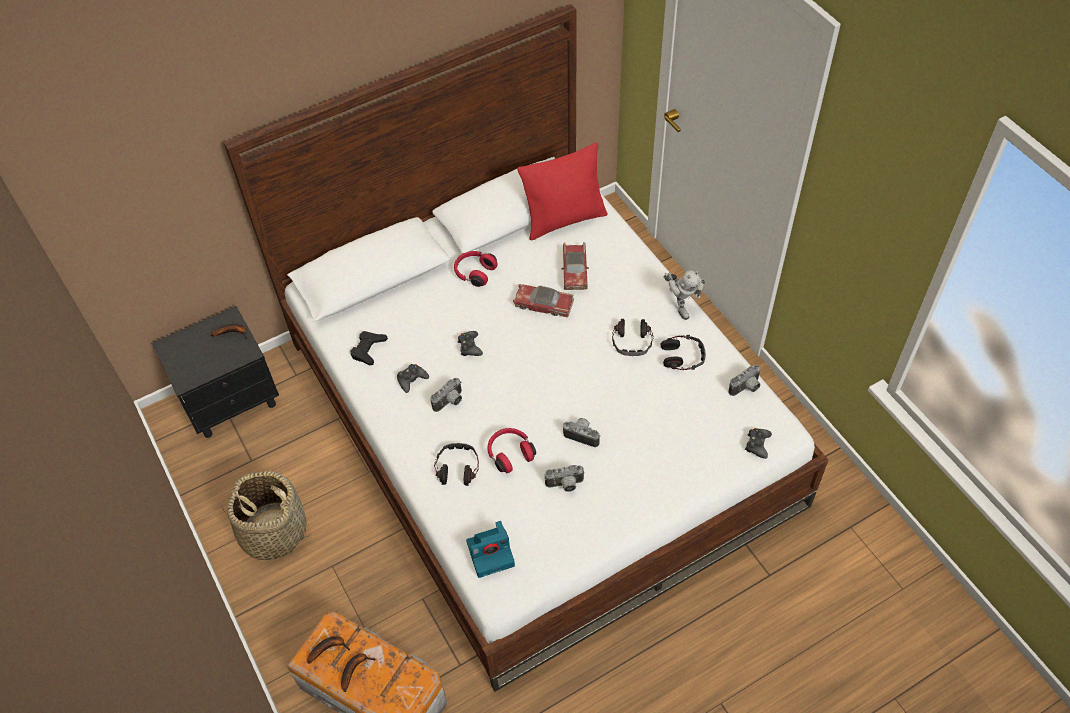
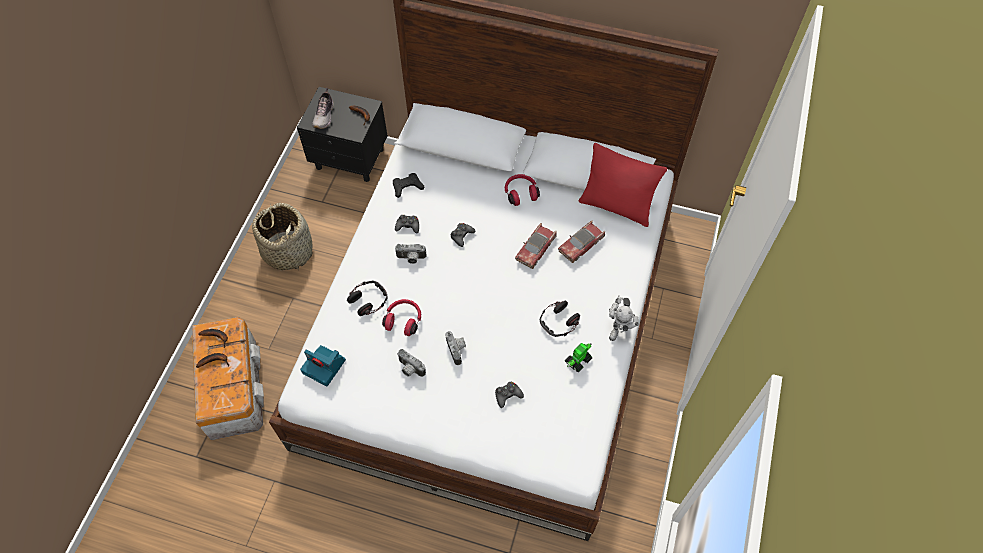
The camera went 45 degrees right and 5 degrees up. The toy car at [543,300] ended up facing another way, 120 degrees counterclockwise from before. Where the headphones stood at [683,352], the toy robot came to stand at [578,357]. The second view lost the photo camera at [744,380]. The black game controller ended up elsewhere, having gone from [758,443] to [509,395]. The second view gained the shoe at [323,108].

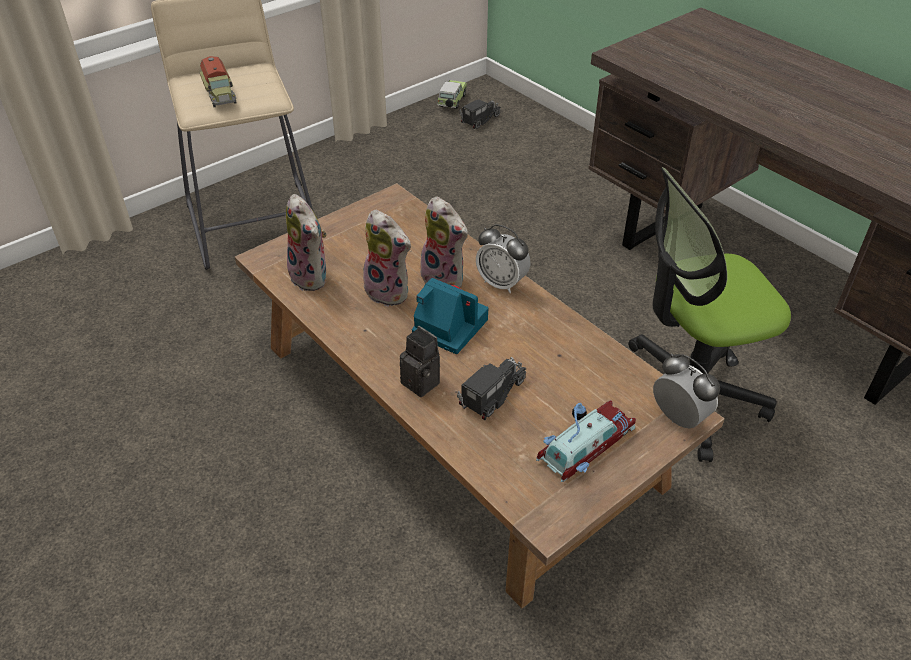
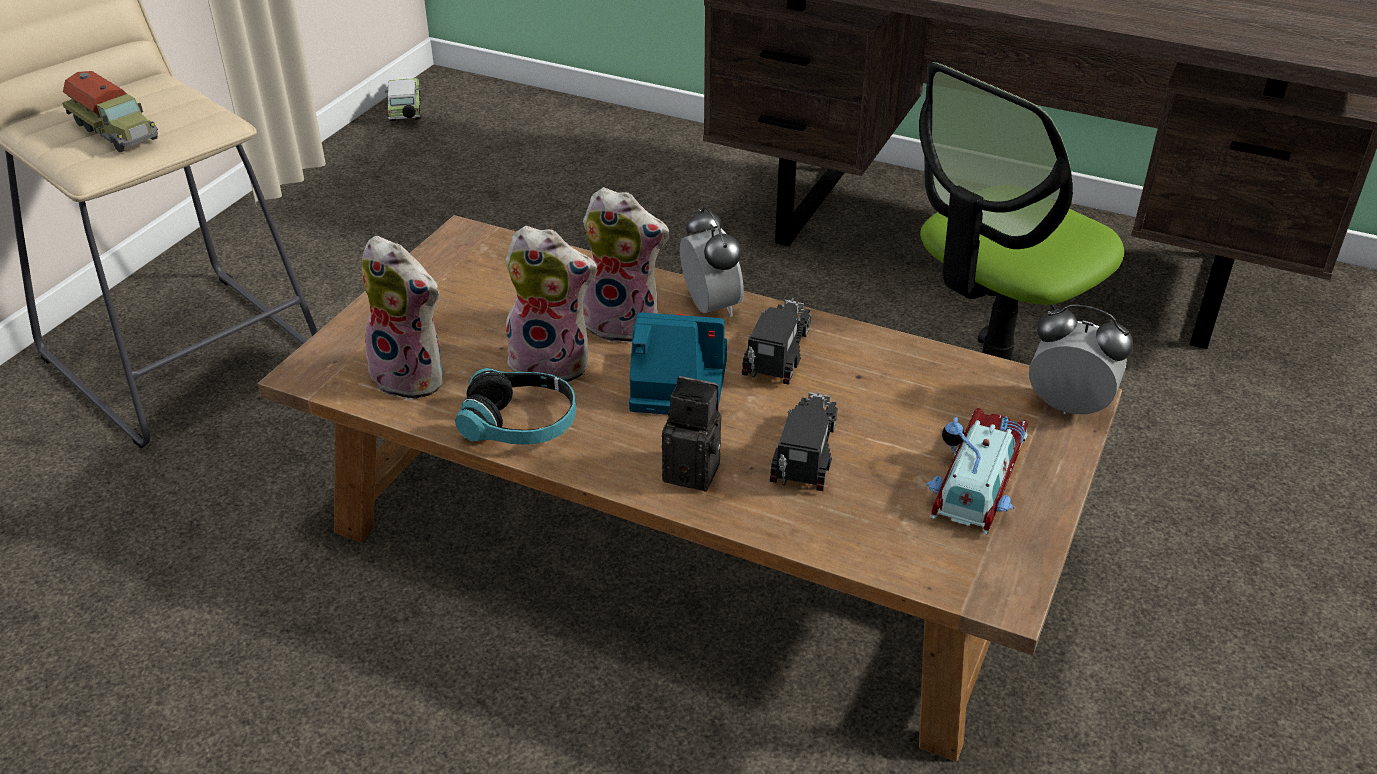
The camera went 25 degrees left and 5 degrees down. The toy truck ended up elsewhere, having gone from [480,114] to [777,341]. The alarm clock at [503,258] ended up facing another way, 120 degrees counterclockwise from before. The second view gained the headphones at [515,406].

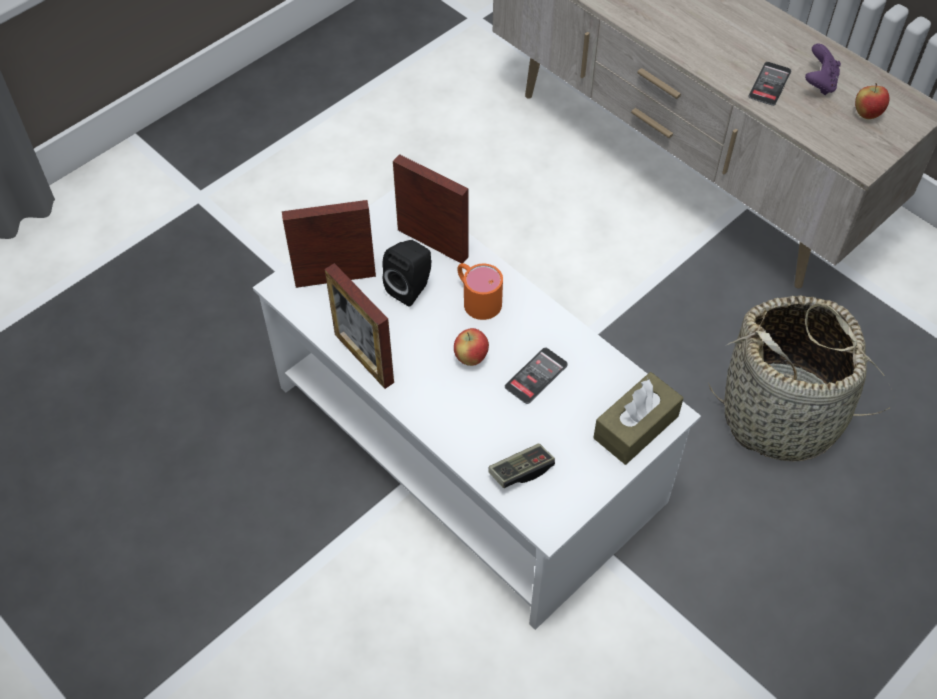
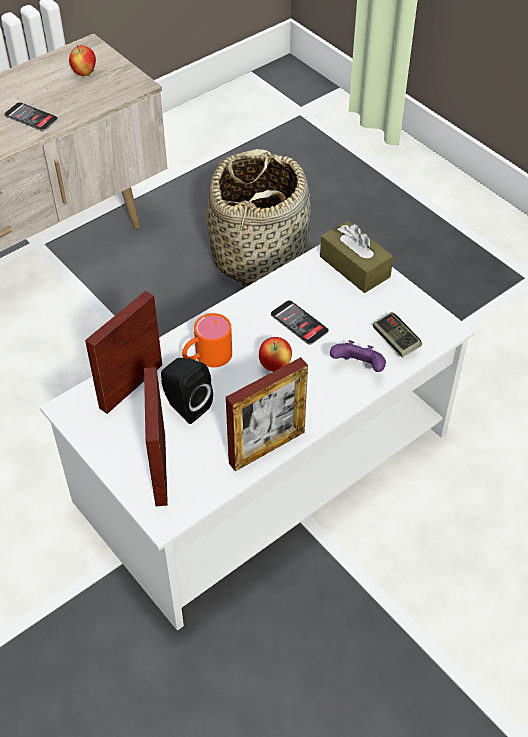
The camera went 85 degrees left and 5 degrees down. The purple game controller ended up elsewhere, having gone from [823,69] to [358,356].

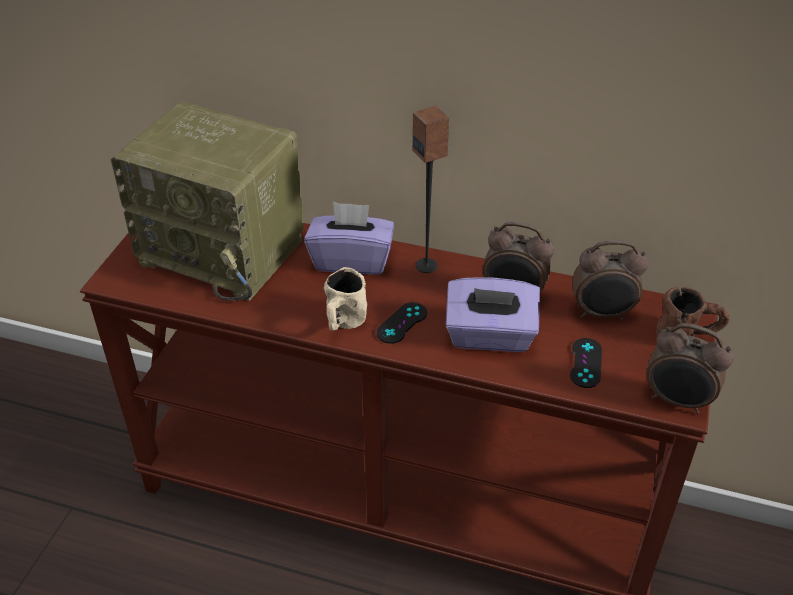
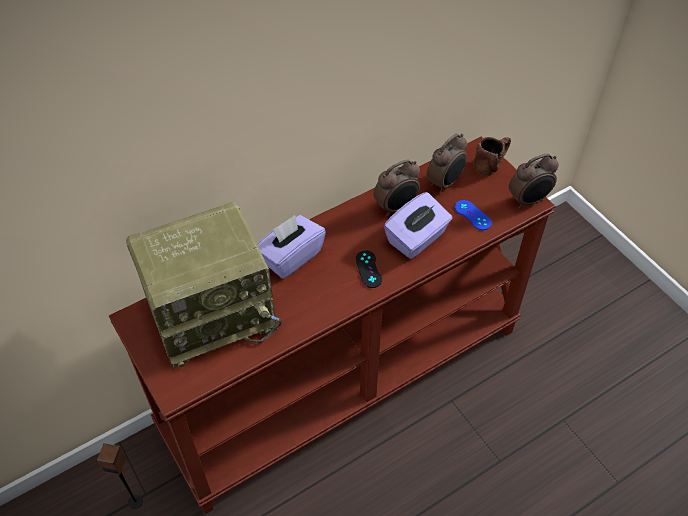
The camera went 50 degrees left and 10 degrees up. The second view lost the beige mug at [345,298]. The speaker ended up elsewhere, having gone from [431,189] to [120,476]. What was the black game controller at [586,363] turned into the blue game controller at [473,215].

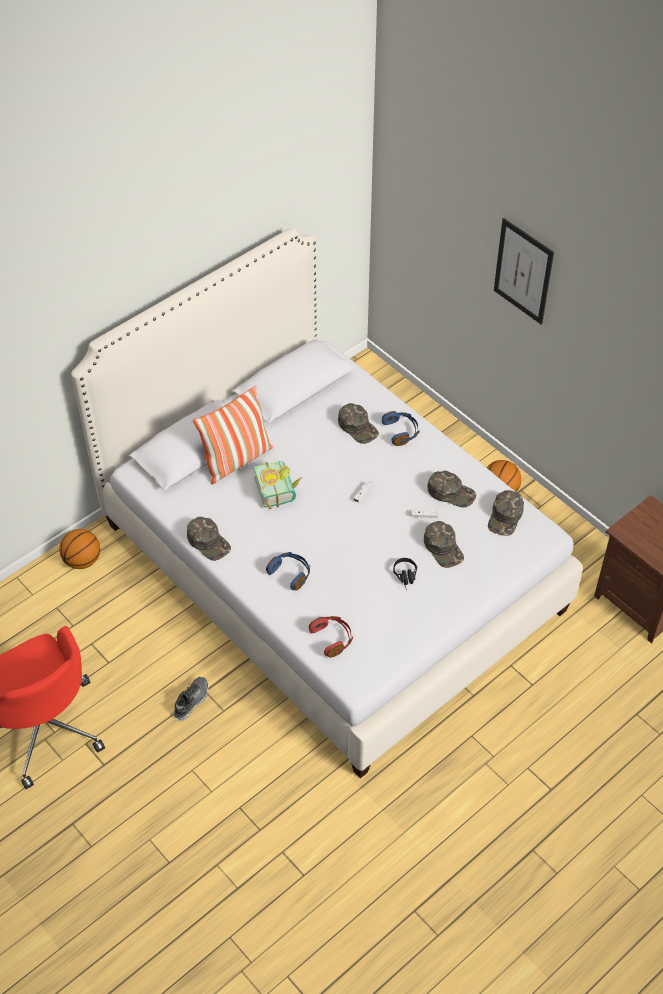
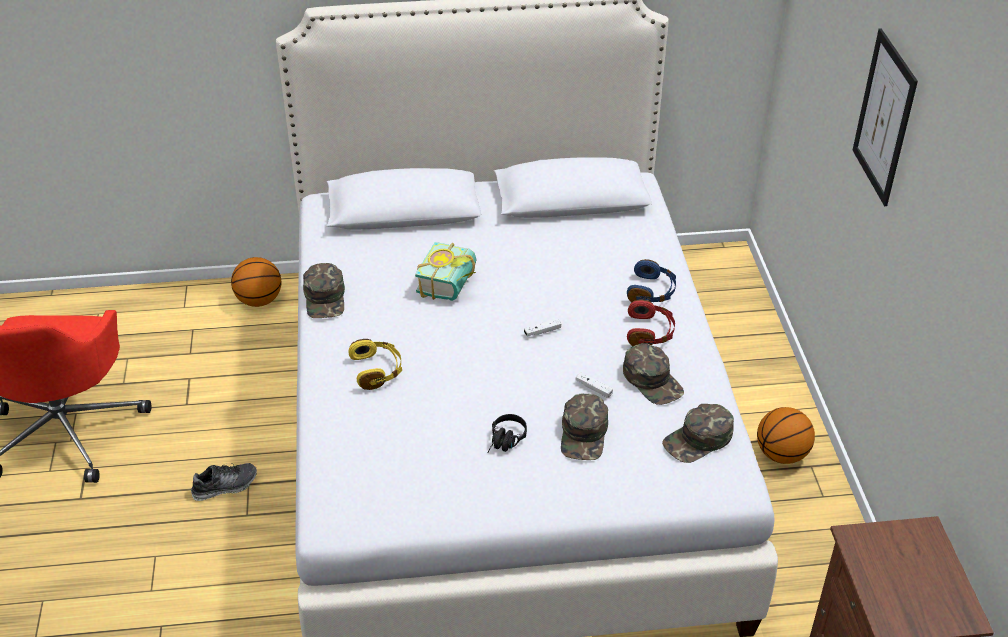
The camera went 35 degrees right and 10 degrees down. The second view lost the pillow at [233,435]. What was the blue headphones at [288,571] turned into the yellow headphones at [375,364]. The red headphones ended up elsewhere, having gone from [331,637] to [651,322]. The second view lost the green cap at [358,423].

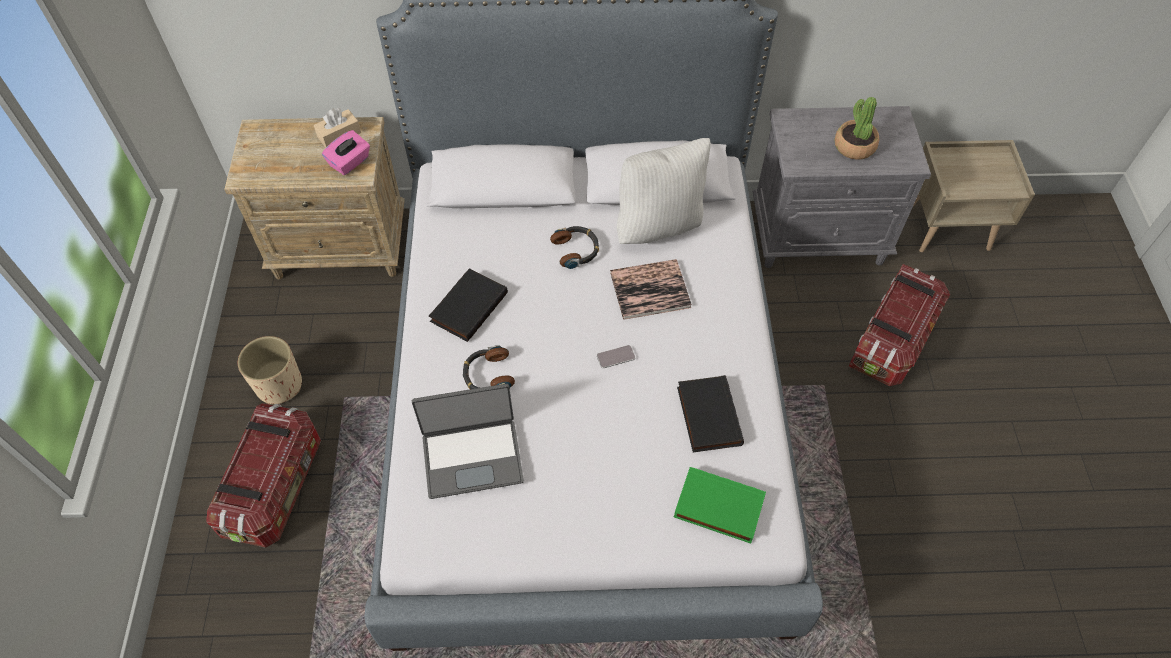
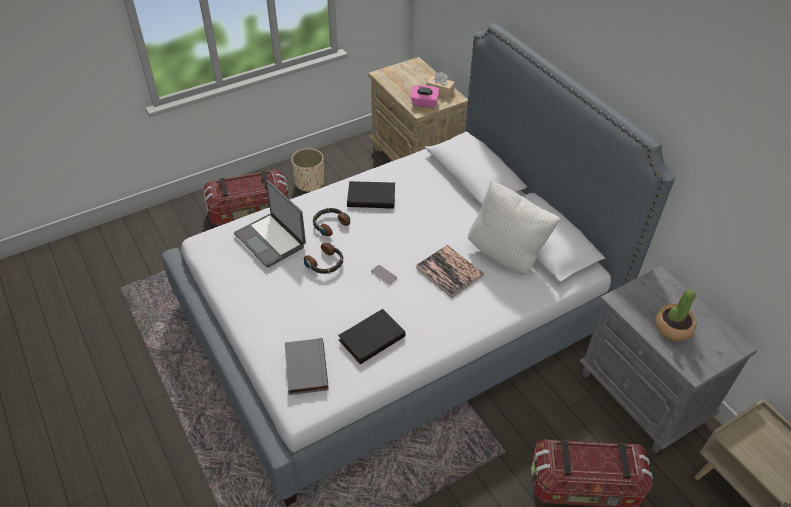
The camera went 60 degrees right and 10 degrees down. The headphones ended up elsewhere, having gone from [574,247] to [323,258]. What was the green book at [720,505] turned into the grey book at [307,366].

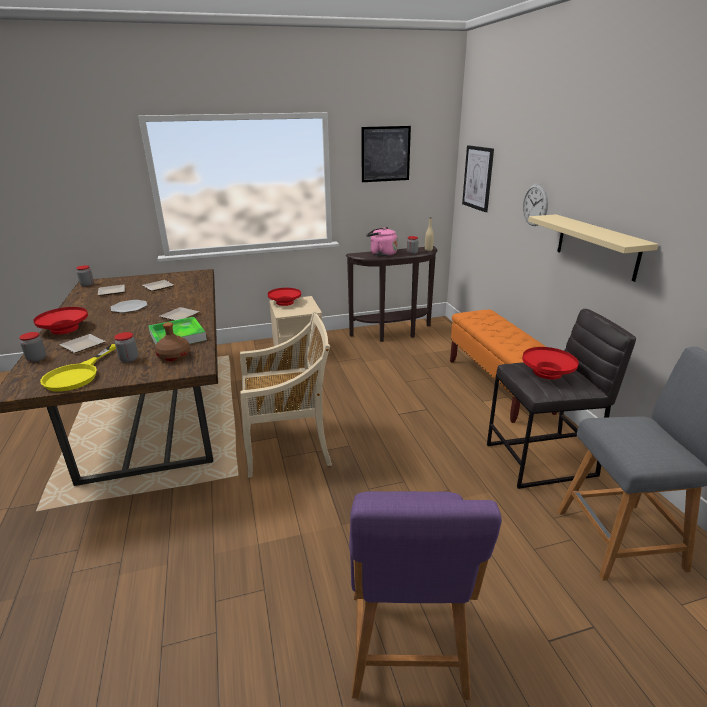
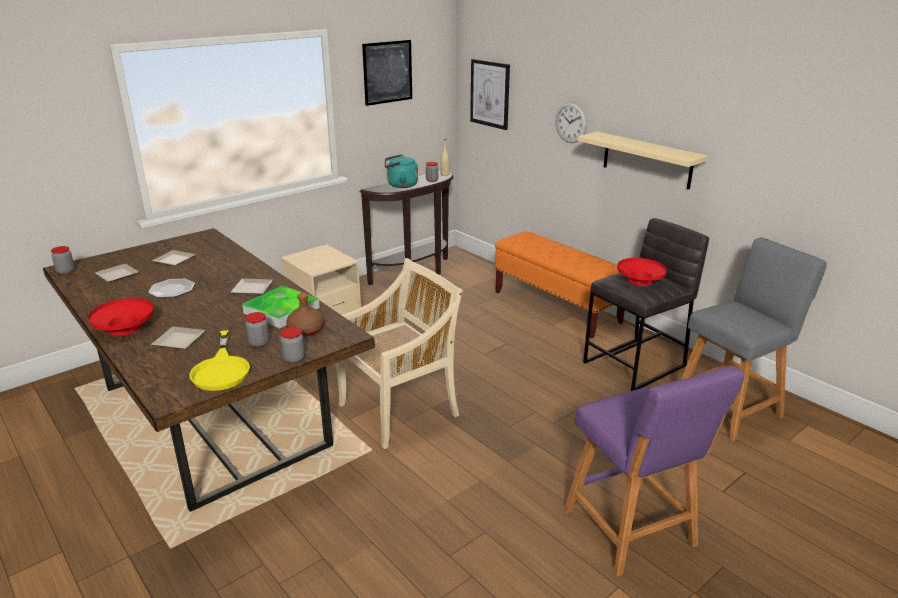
The camera went 25 degrees left and 0 degrees up. The jar ended up elsewhere, having gone from [32,347] to [292,345]. The second view lost the red bowl at [284,297]. What was the pink kettle at [382,241] turned into the turquoise kettle at [401,171].

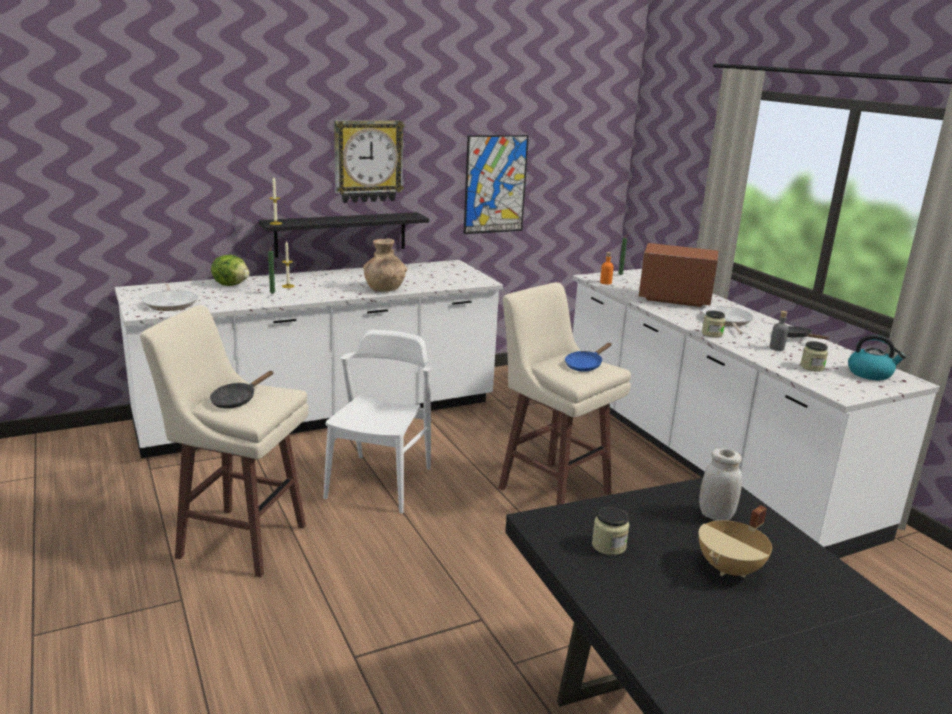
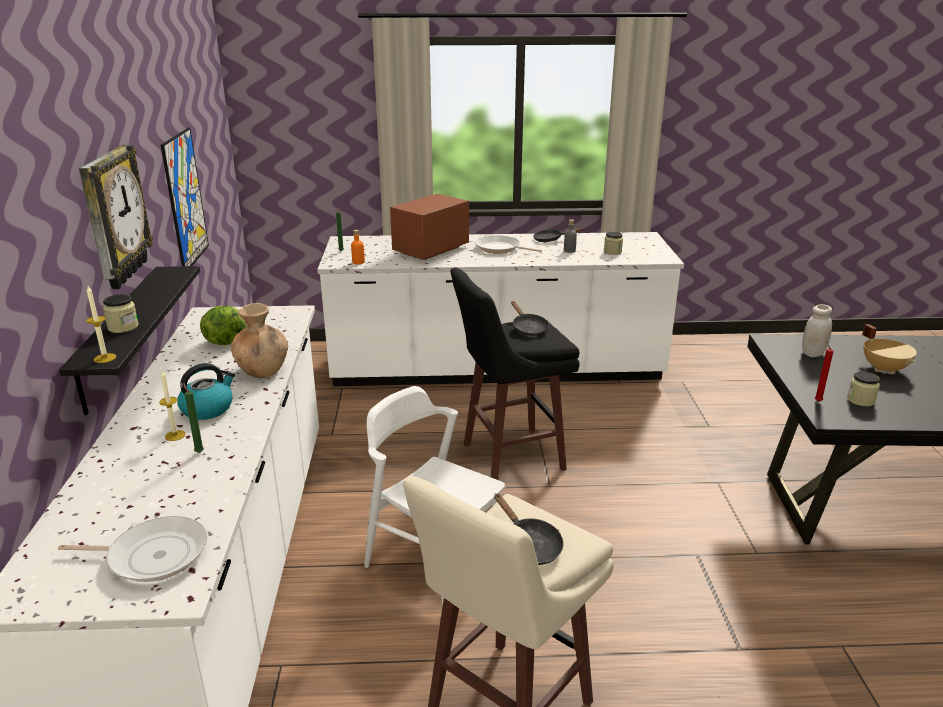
The camera went 65 degrees left and 5 degrees up. The lettuce ended up elsewhere, having gone from [230,270] to [224,325]. What was the beige stool at [564,393] turned into the black stool at [515,373]. What was the blue frying pan at [588,357] turned into the black frying pan at [530,318]. The jar ended up elsewhere, having gone from [714,324] to [121,313]. The kettle ended up elsewhere, having gone from [877,357] to [206,391]. The second view gained the red candle at [824,371].

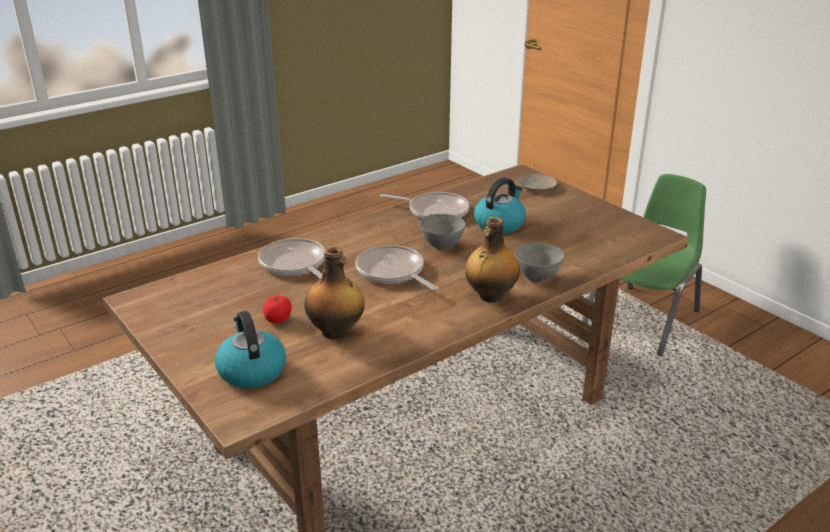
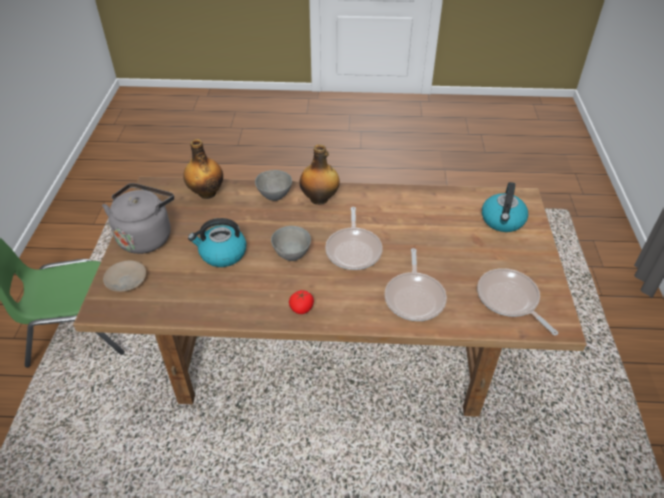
The camera went 140 degrees left and 15 degrees up. The tomato ended up elsewhere, having gone from [277,310] to [301,302]. The bottle ended up elsewhere, having gone from [334,293] to [203,169]. The frying pan ended up elsewhere, having gone from [424,205] to [517,301]. The second view gained the grey kettle at [138,218].

